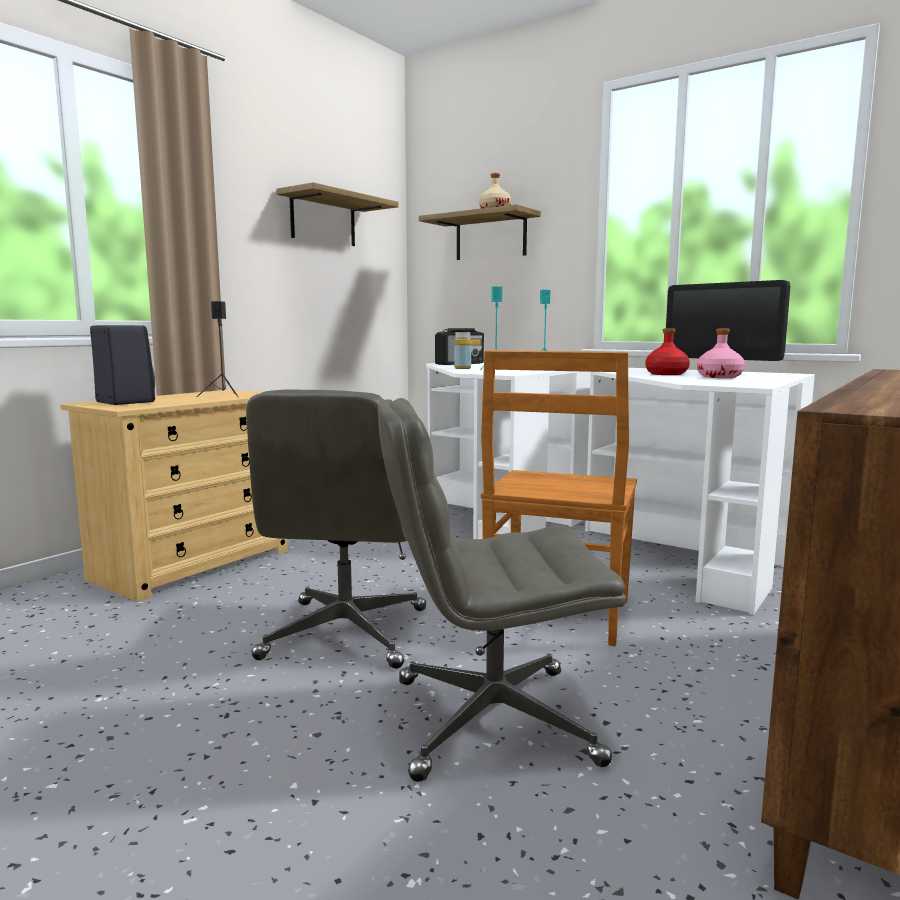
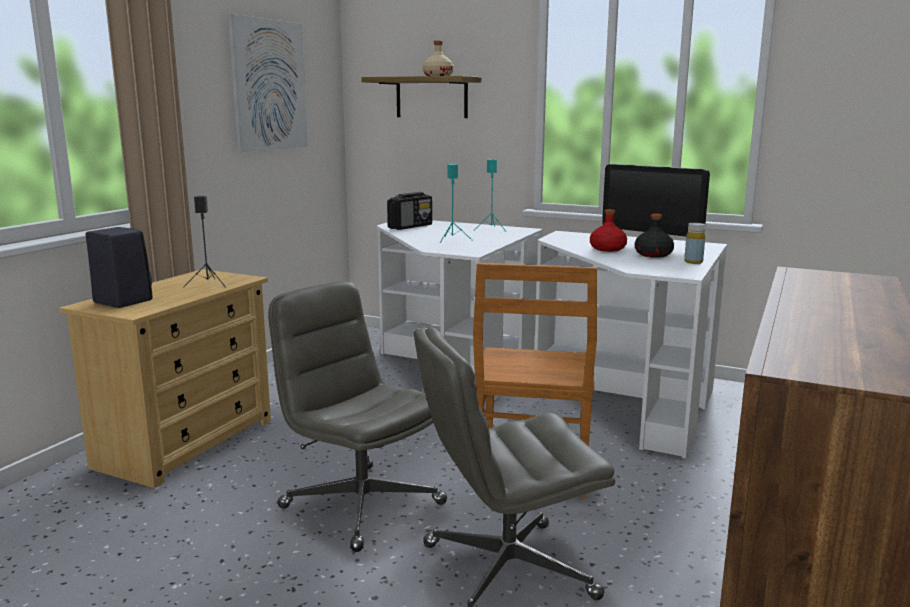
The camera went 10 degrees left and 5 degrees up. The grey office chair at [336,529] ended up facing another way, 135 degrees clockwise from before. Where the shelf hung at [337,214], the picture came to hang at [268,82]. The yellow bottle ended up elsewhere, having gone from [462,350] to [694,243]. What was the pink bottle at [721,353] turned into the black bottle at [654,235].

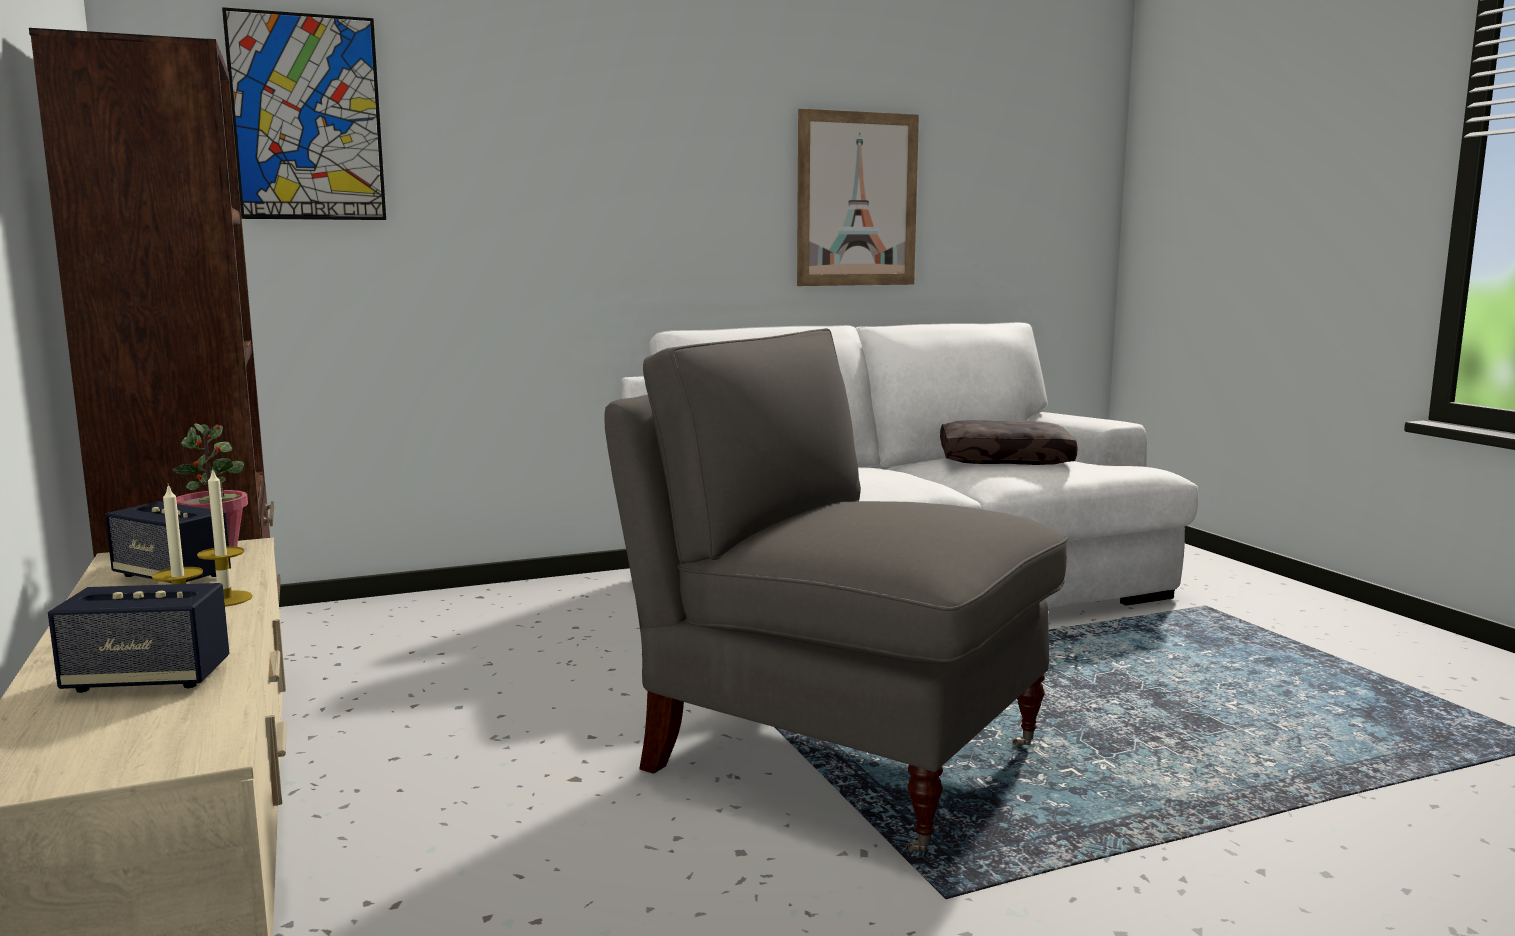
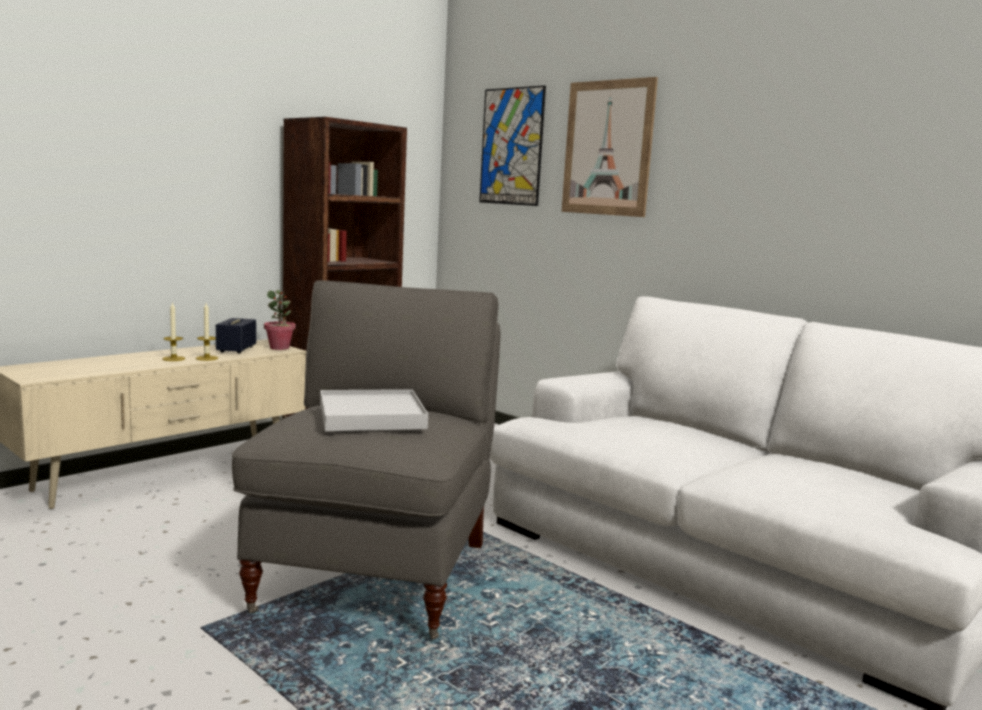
The camera went 65 degrees right and 0 degrees up. The second view lost the speaker at [139,638]. The picture ended up elsewhere, having gone from [858,197] to [610,147]. The second view lost the brown pillow at [1009,442]. The second view gained the white tray at [374,410].

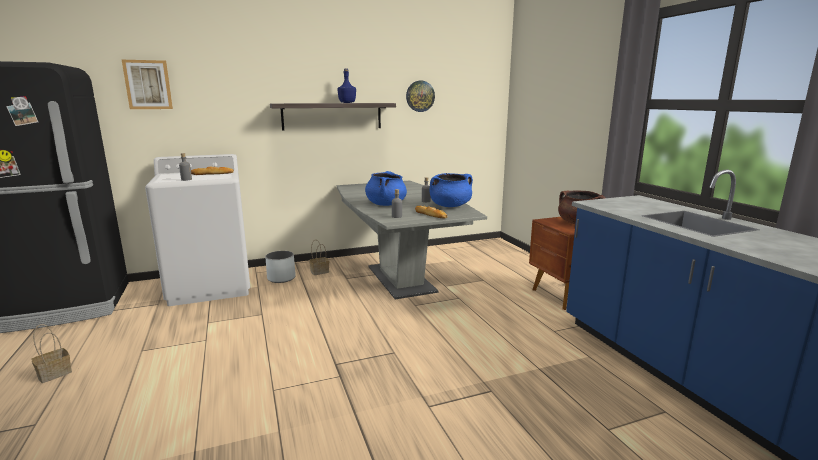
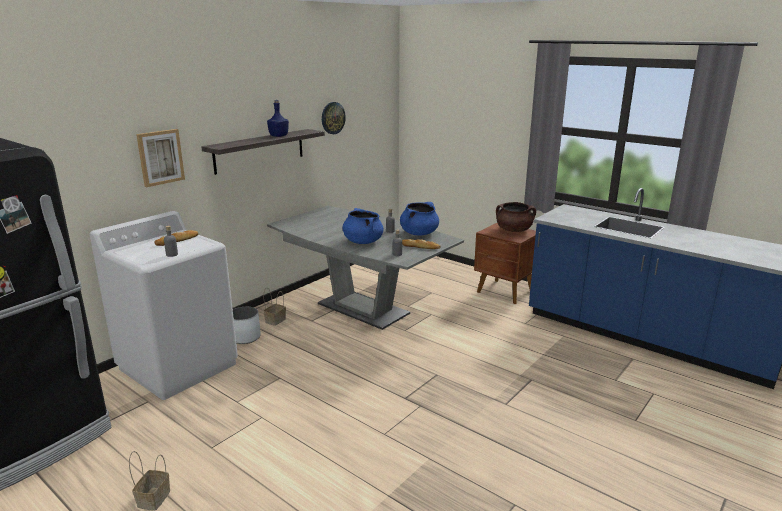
The camera went 30 degrees left and 5 degrees up. The picture ended up elsewhere, having gone from [147,84] to [160,158].

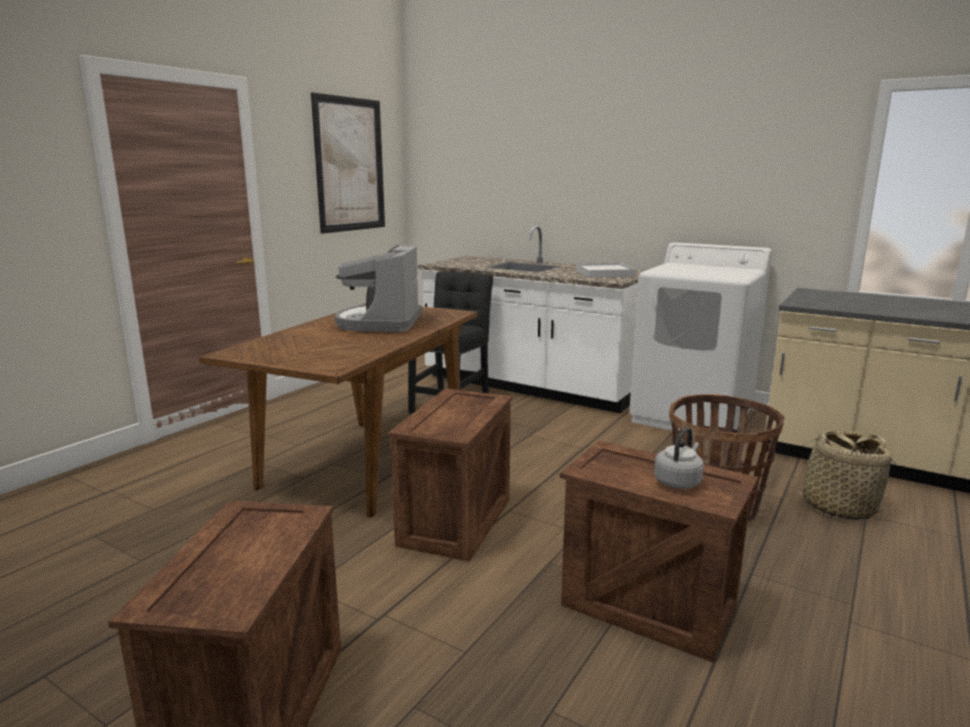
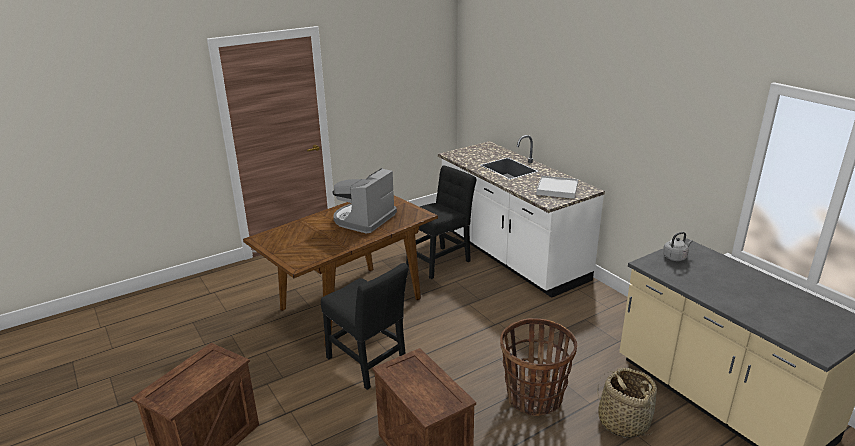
The camera went 25 degrees right and 10 degrees up. The second view lost the picture at [348,163]. Where the crate stood at [450,475], the black chair came to stand at [365,326]. The second view lost the white washing machine at [700,338]. The grey kettle ended up elsewhere, having gone from [679,458] to [677,246].

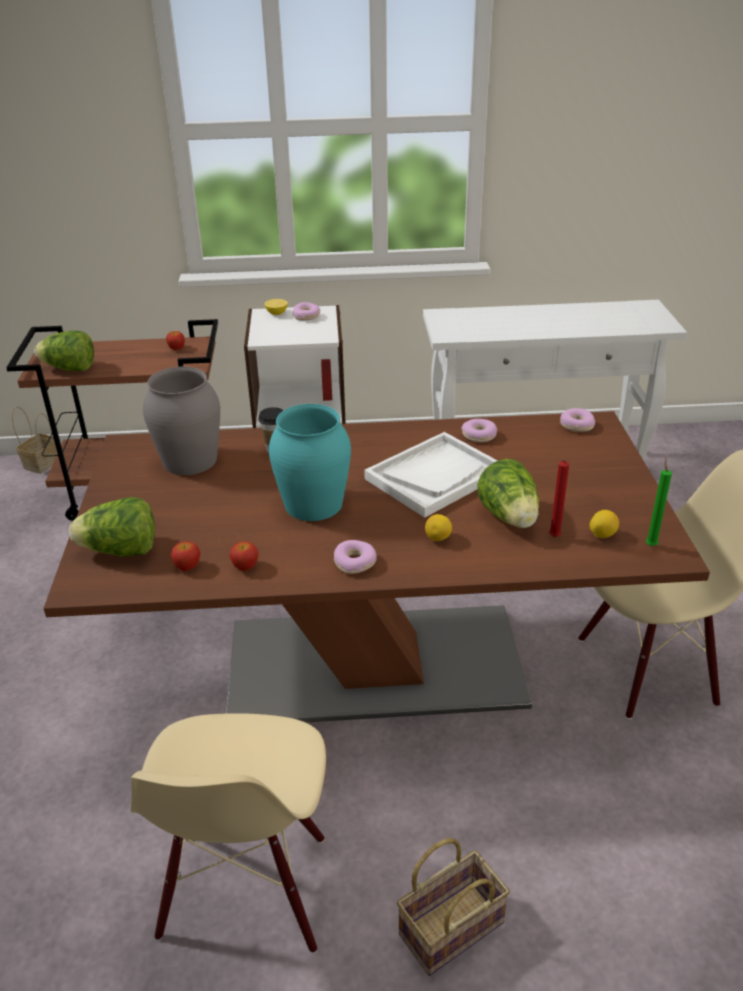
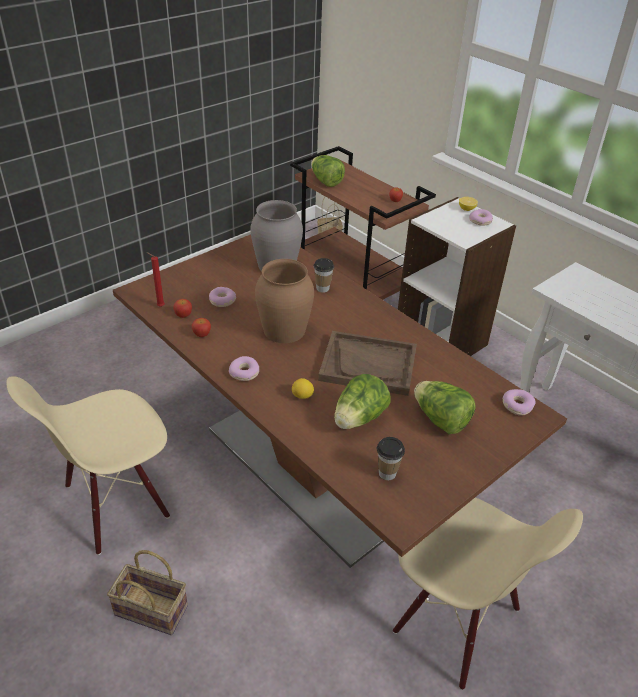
The camera went 50 degrees right and 5 degrees up. The lettuce ended up elsewhere, having gone from [112,526] to [445,407]. What was the turquoise vase at [310,462] turned into the brown vase at [284,301]. What was the white tray at [431,475] turned into the brown tray at [367,363]. The donut ended up elsewhere, having gone from [479,430] to [222,297]. The red candle ended up elsewhere, having gone from [559,498] to [155,279]. Where the lemon stood at [604,524], the cup came to stand at [391,458]. The second view lost the green candle at [659,502].

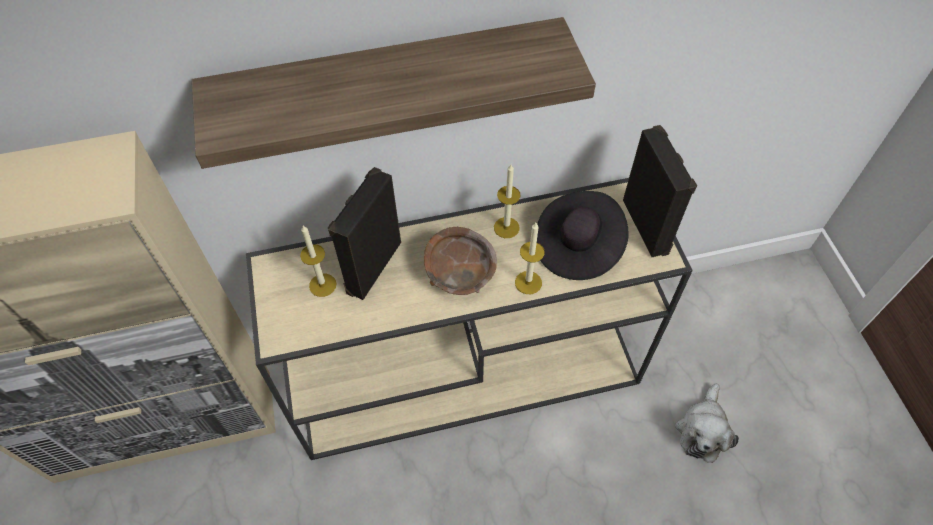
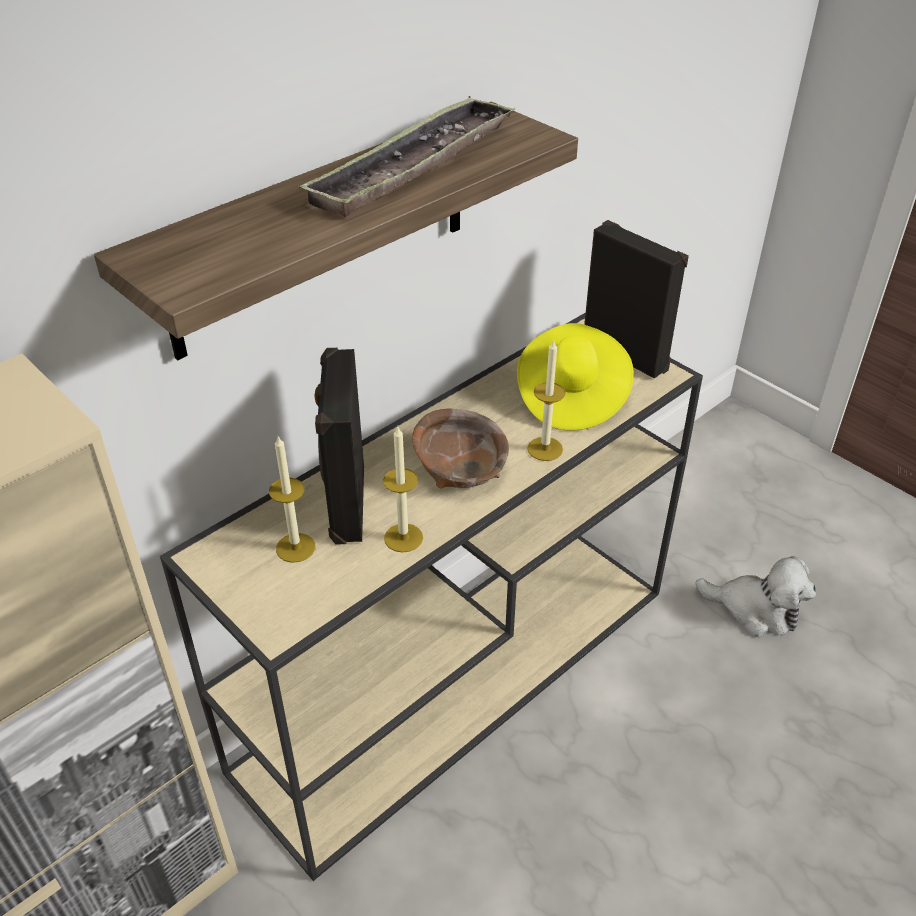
The camera went 30 degrees left and 15 degrees down. The candle ended up elsewhere, having gone from [507,201] to [403,489]. What was the black hat at [583,235] turned into the yellow hat at [575,377]. The plush toy at [707,423] ended up facing another way, 60 degrees counterclockwise from before. The second view gained the tray at [406,156].

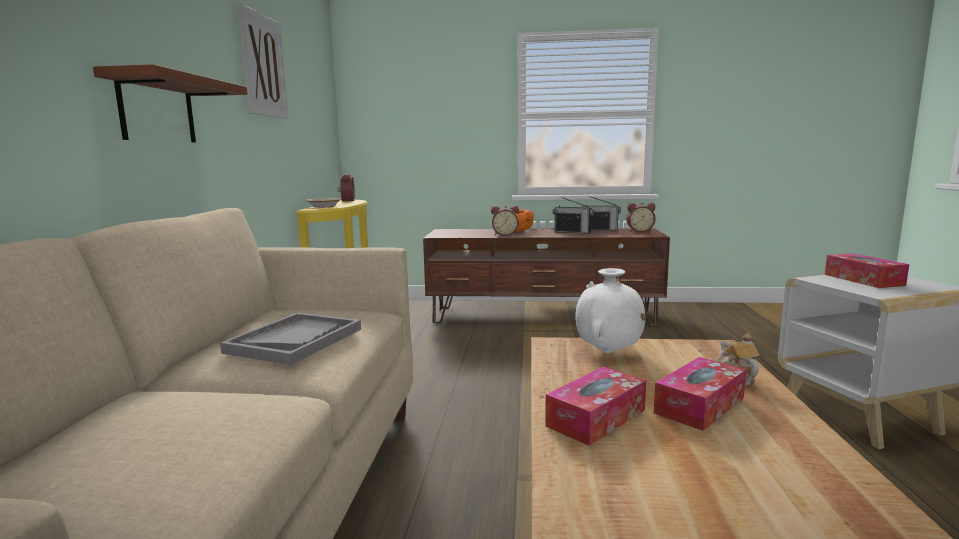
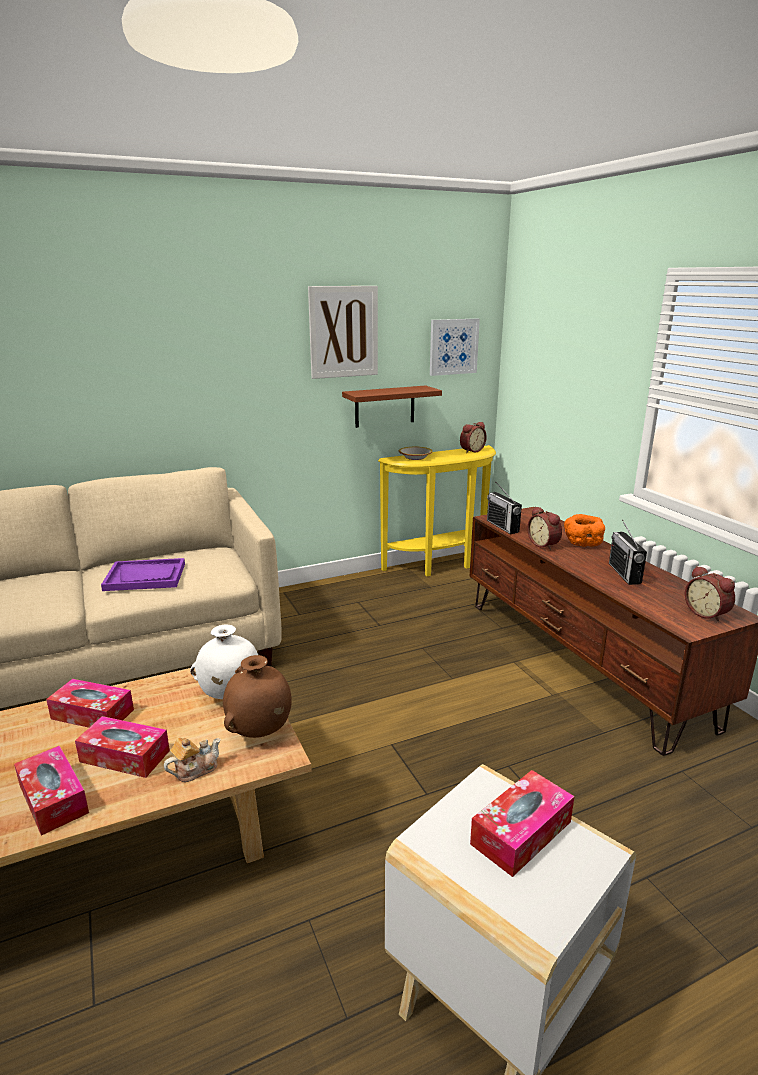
The camera went 60 degrees right and 10 degrees up. The brown shelf ended up elsewhere, having gone from [170,103] to [392,407]. What was the grey tray at [290,339] turned into the purple tray at [143,574]. The radio ended up elsewhere, having gone from [602,213] to [504,508]. The second view gained the tissue box at [51,790]. The second view gained the brown vase at [257,696]. The second view gained the picture at [455,347].

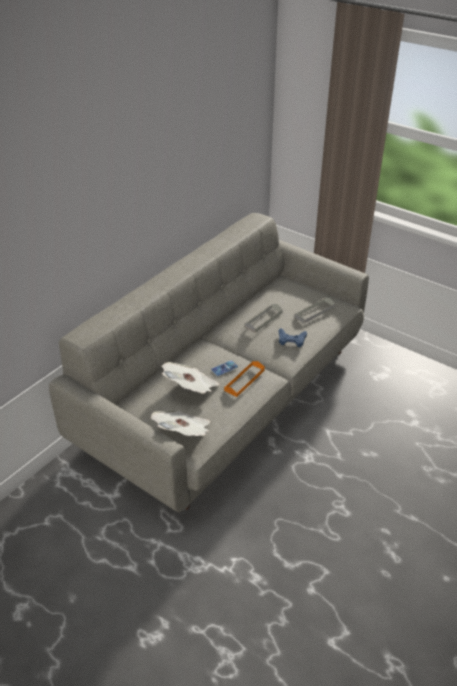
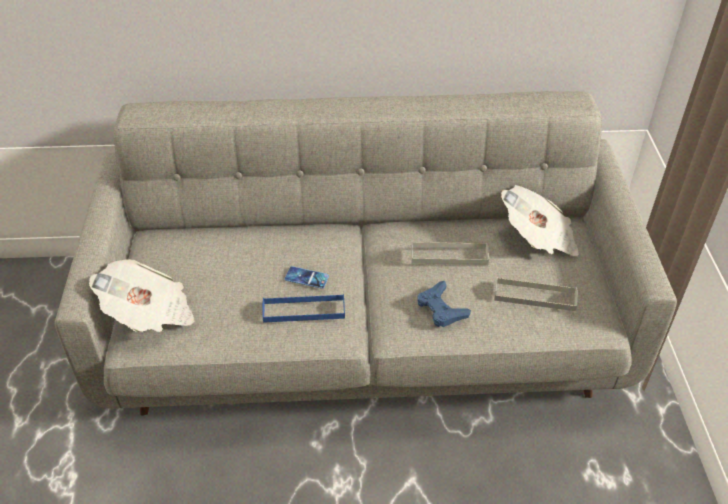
The camera went 50 degrees right and 5 degrees up. The newspaper ended up elsewhere, having gone from [190,378] to [540,220]. What was the orange tray at [244,379] turned into the blue tray at [303,308].

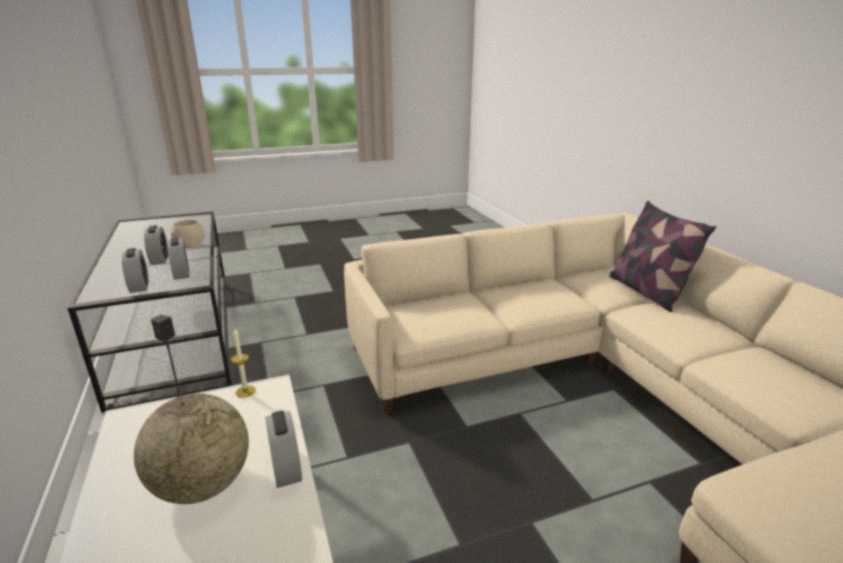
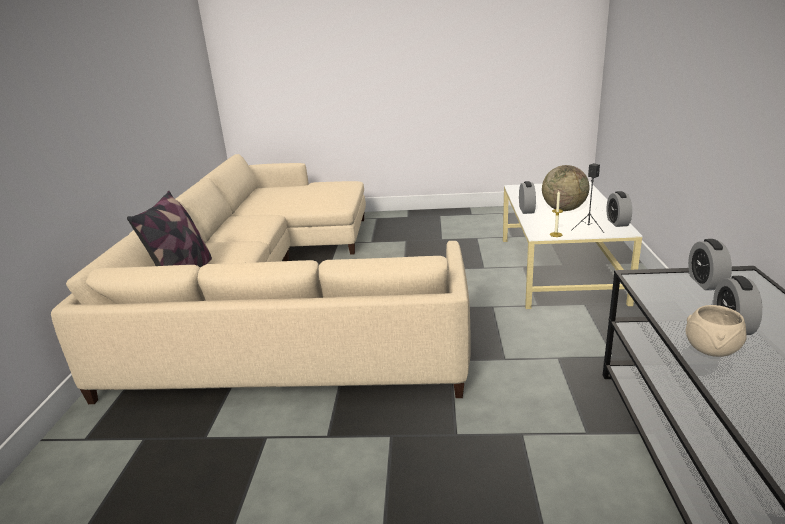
The camera went 155 degrees left and 0 degrees up. The alarm clock ended up elsewhere, having gone from [178,258] to [619,209].

